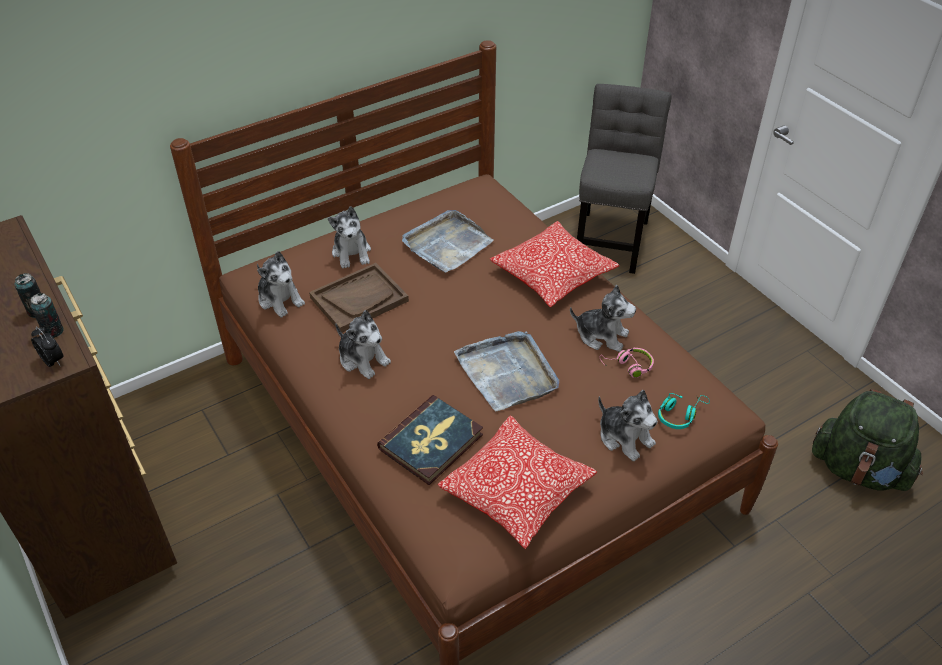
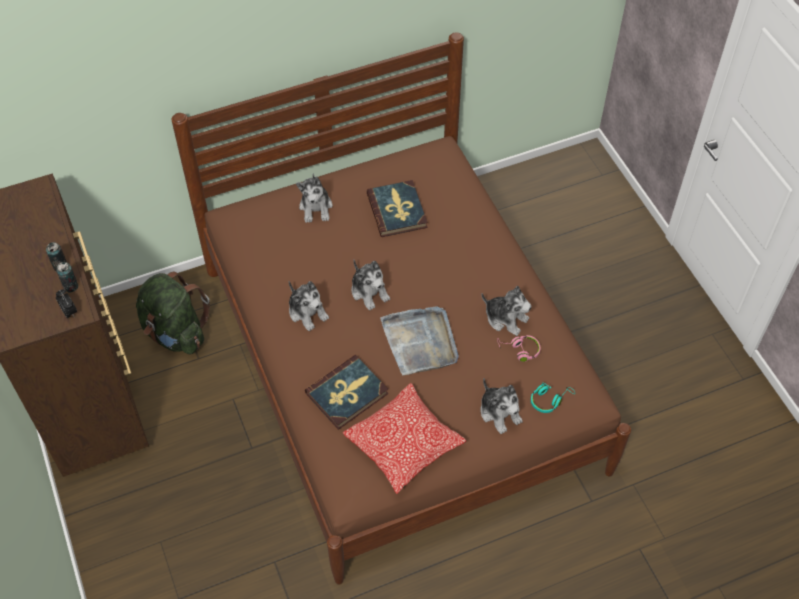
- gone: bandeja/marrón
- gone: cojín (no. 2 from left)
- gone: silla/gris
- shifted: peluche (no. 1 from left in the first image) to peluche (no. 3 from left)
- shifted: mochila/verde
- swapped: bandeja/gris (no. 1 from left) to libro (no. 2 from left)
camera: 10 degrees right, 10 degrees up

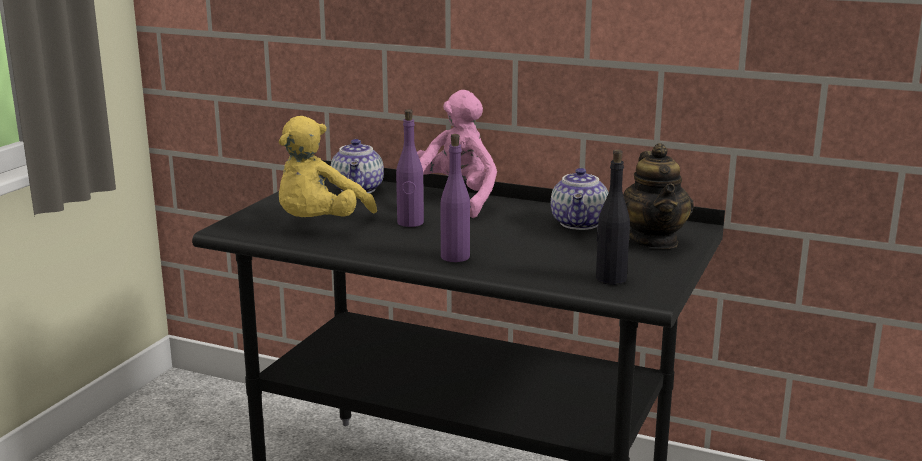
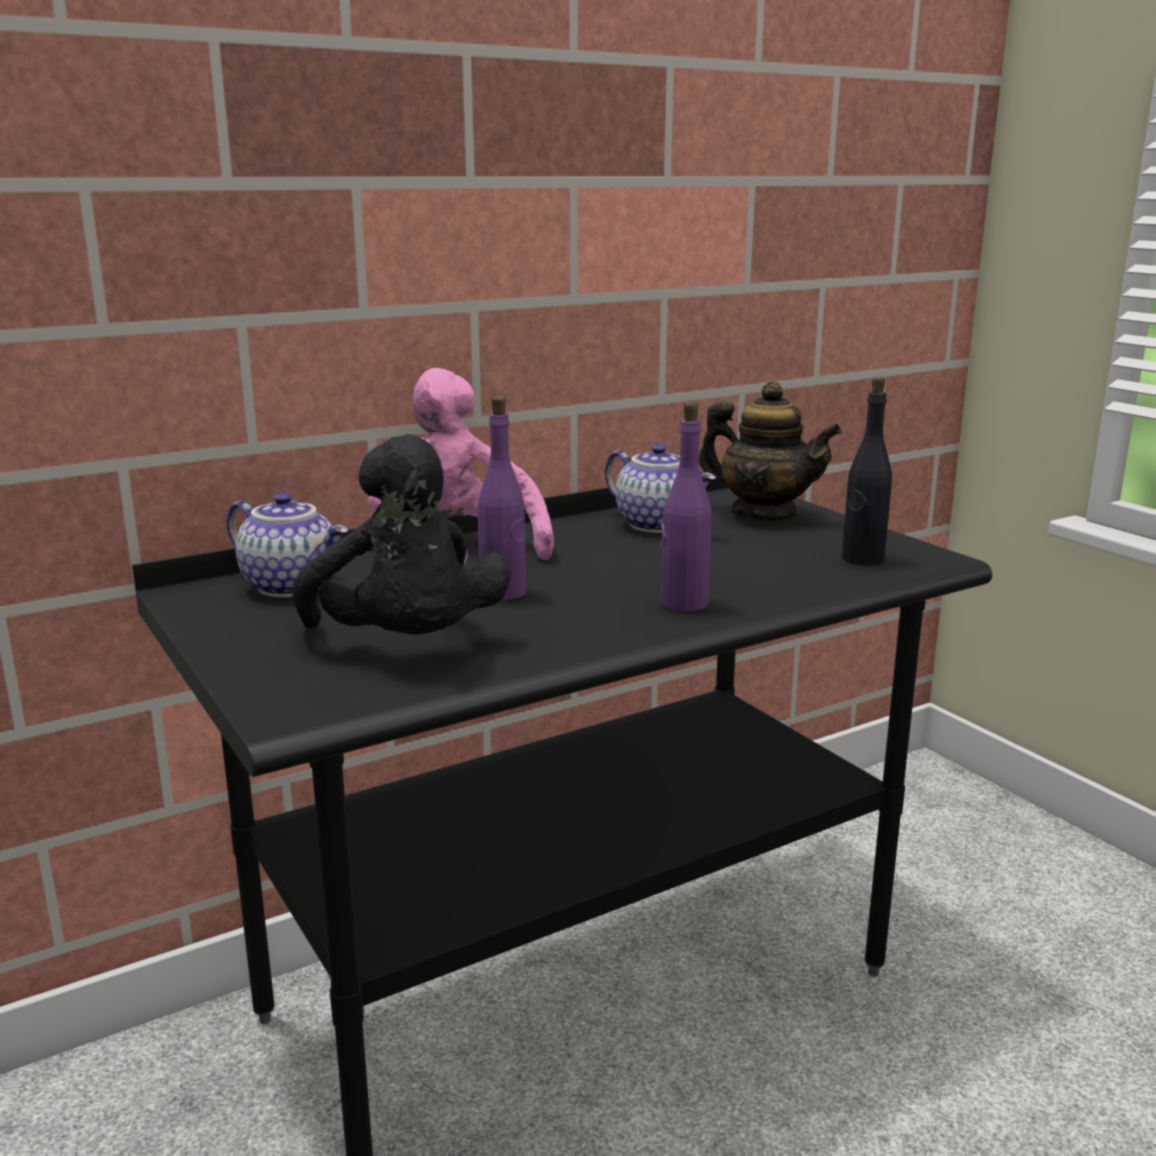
- repainted: peluche/amarillo to peluche/negro
camera: 55 degrees left, 0 degrees up

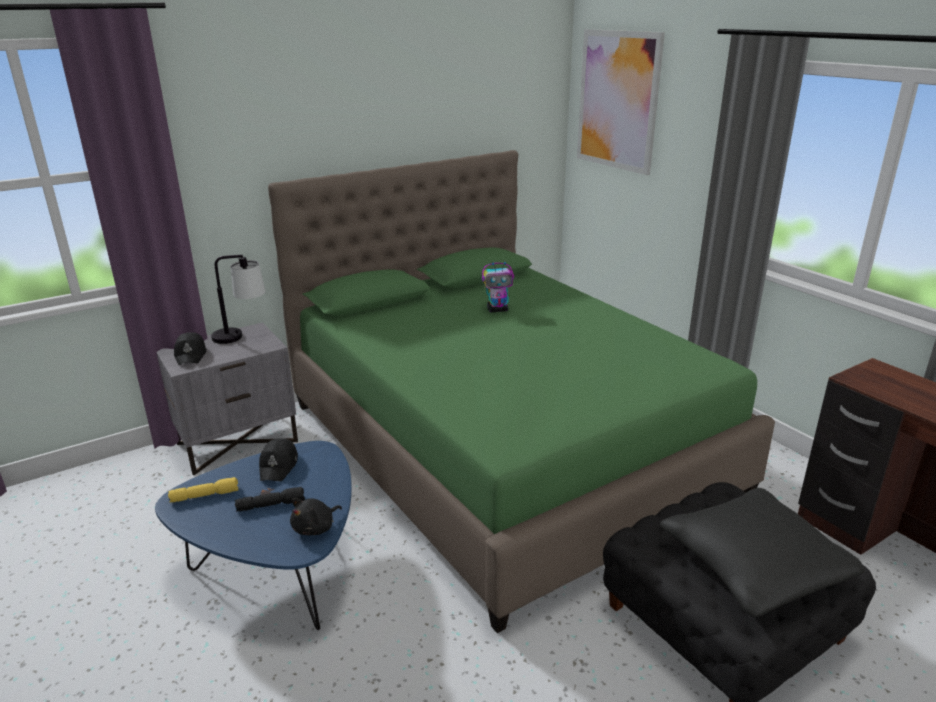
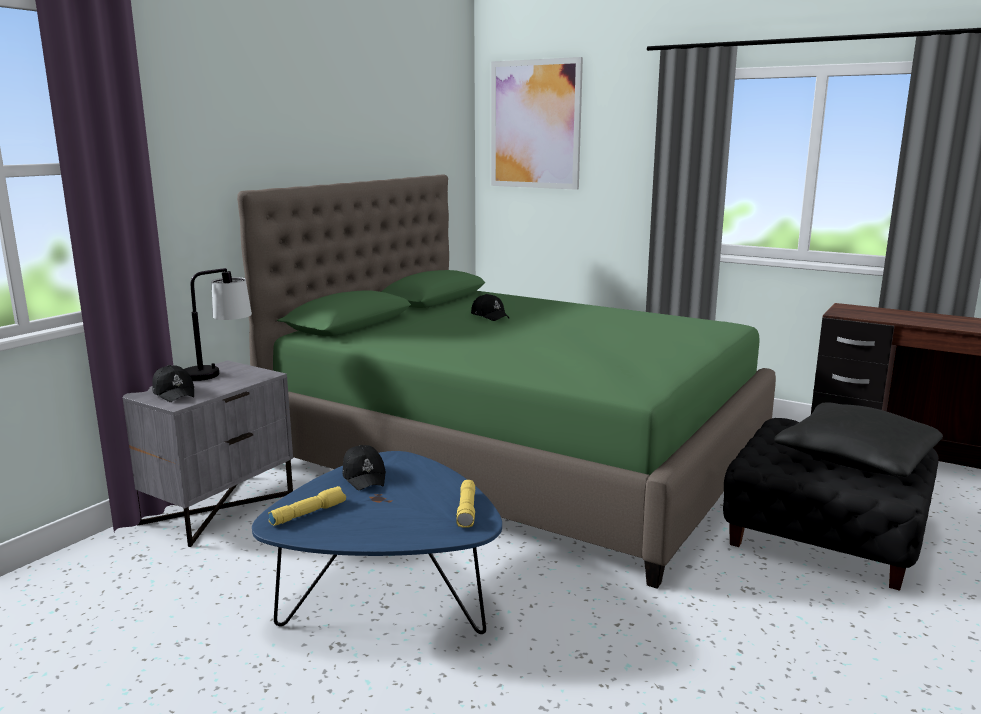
- gone: linterna/negro
- swapped: peluche/negro to linterna/amarillo (no. 2 from left)
- swapped: robot de juguete to gorra/negro (no. 3 from left)
camera: 25 degrees left, 10 degrees down

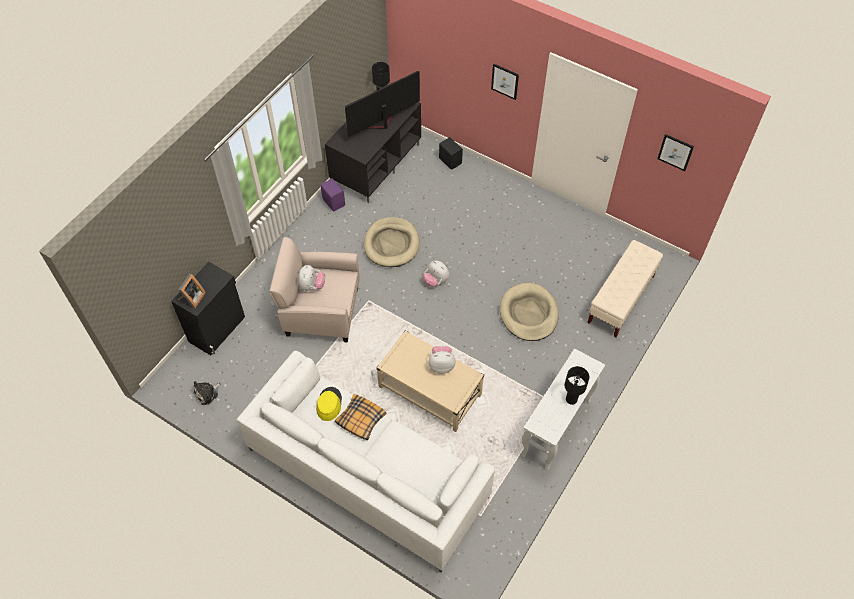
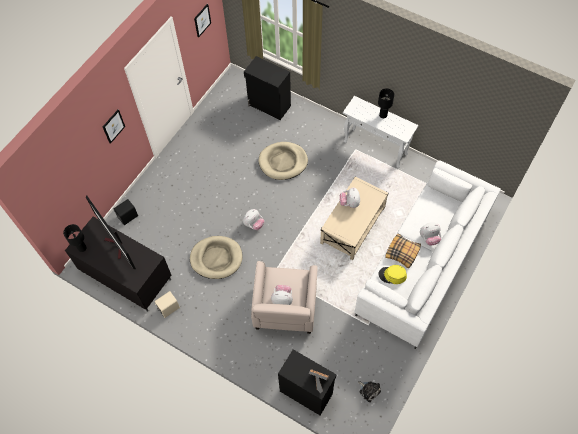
- new: peluche (no. 5 from left)
- swapped: banco/beis to armario/negro (no. 1 from left)
- repainted: altavoz/morado to altavoz/beis
camera: 90 degrees left, 5 degrees up

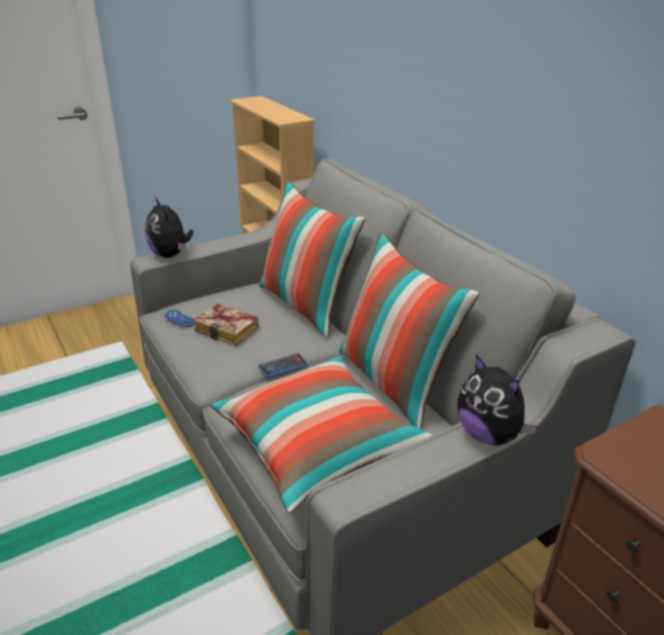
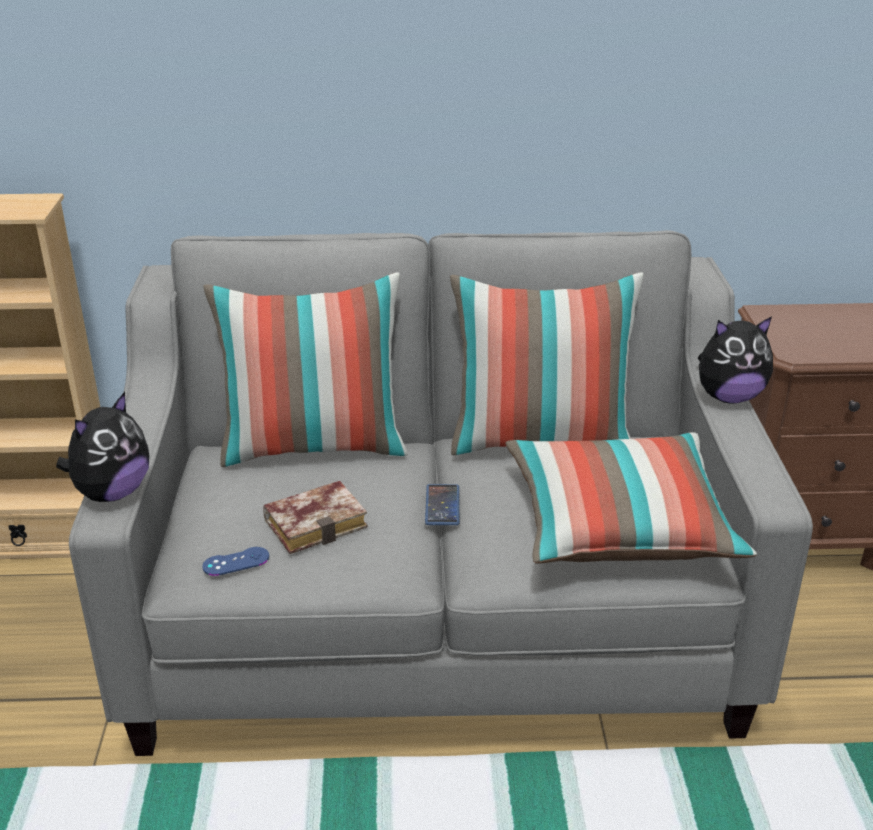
- rotated: peluche (no. 1 from left) 60 degrees counterclockwise
camera: 60 degrees left, 0 degrees up

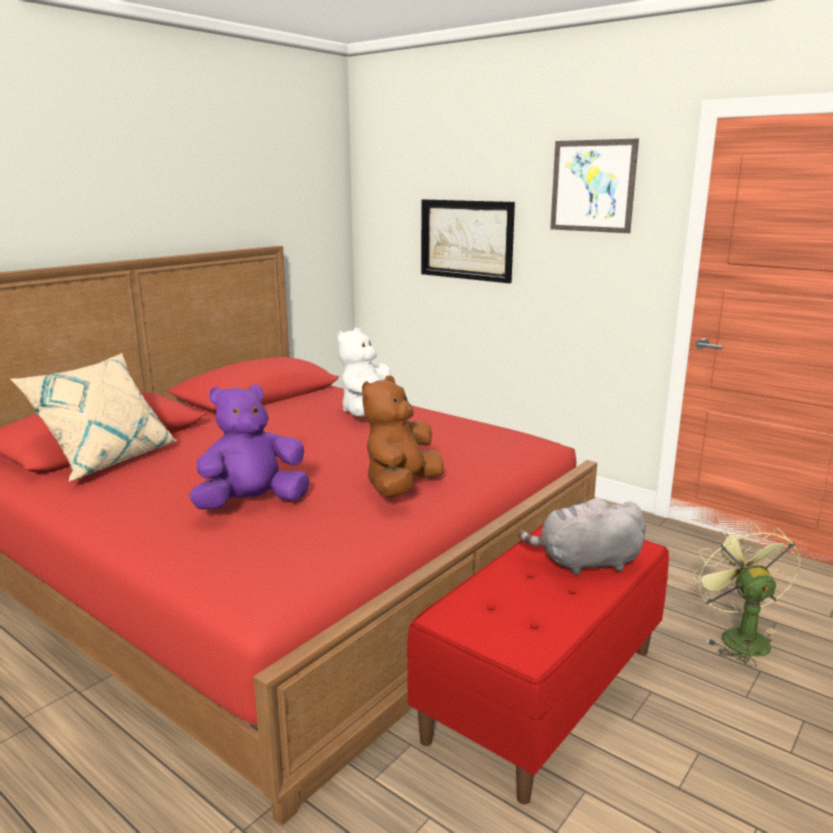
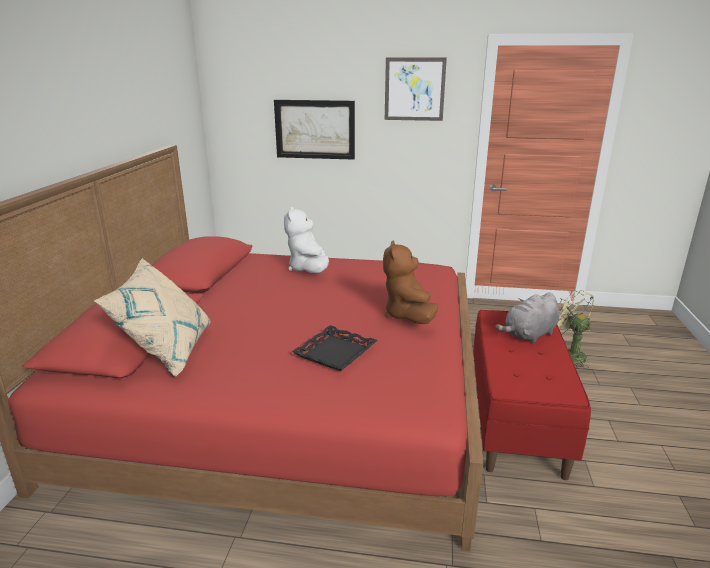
- swapped: peluche/morado to bandeja/negro
camera: 30 degrees left, 5 degrees up

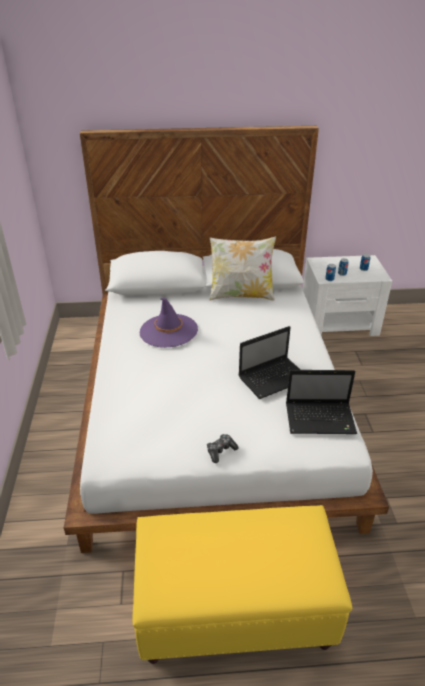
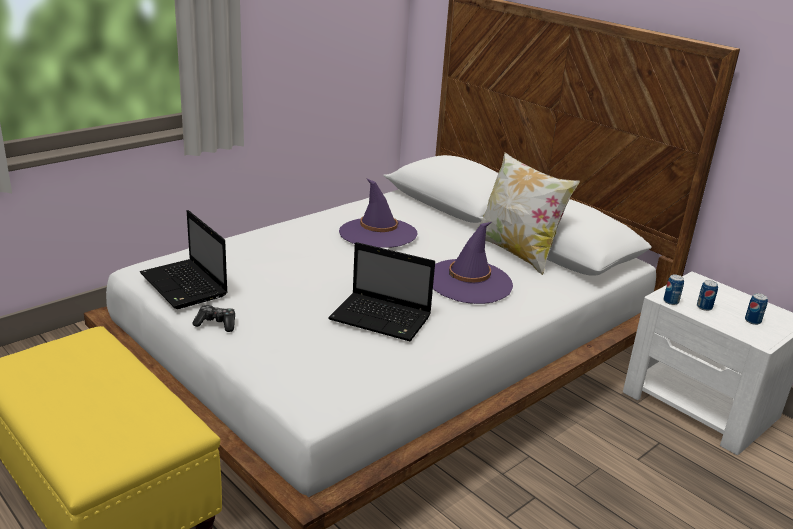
- new: sombrero/morado (no. 2 from left)
- shifted: portátil (no. 2 from left in the first image) to portátil (no. 1 from left)
camera: 50 degrees right, 10 degrees down

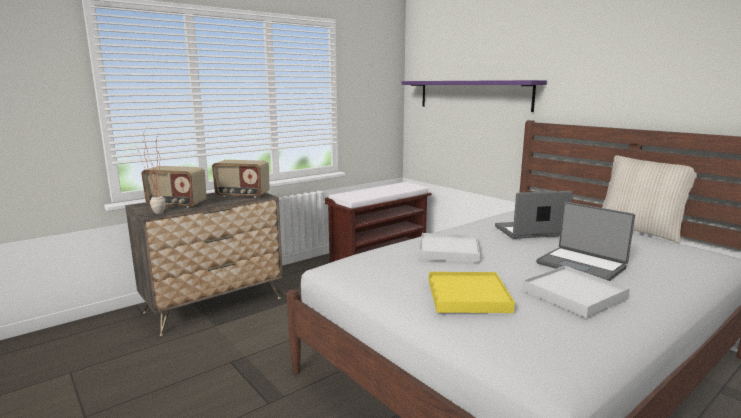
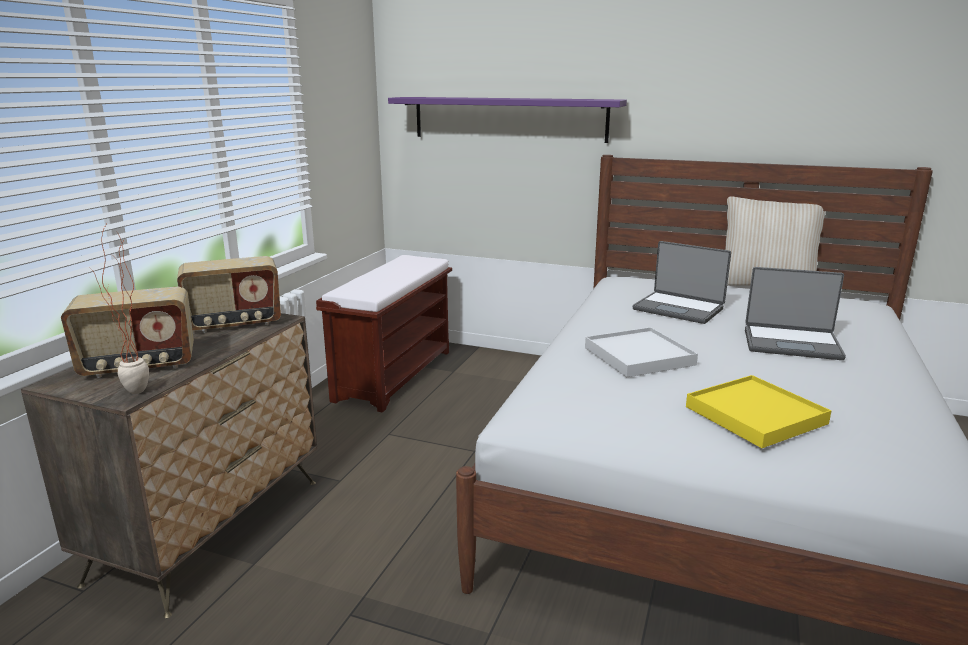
- gone: bandeja/blanco (no. 2 from left)
- rotated: portátil (no. 1 from left) 105 degrees counterclockwise
camera: 30 degrees left, 5 degrees up

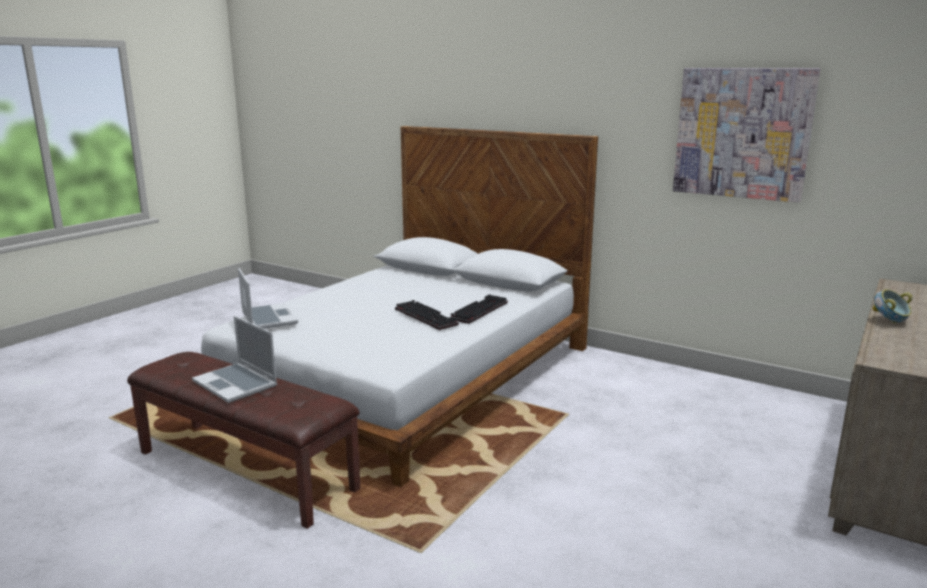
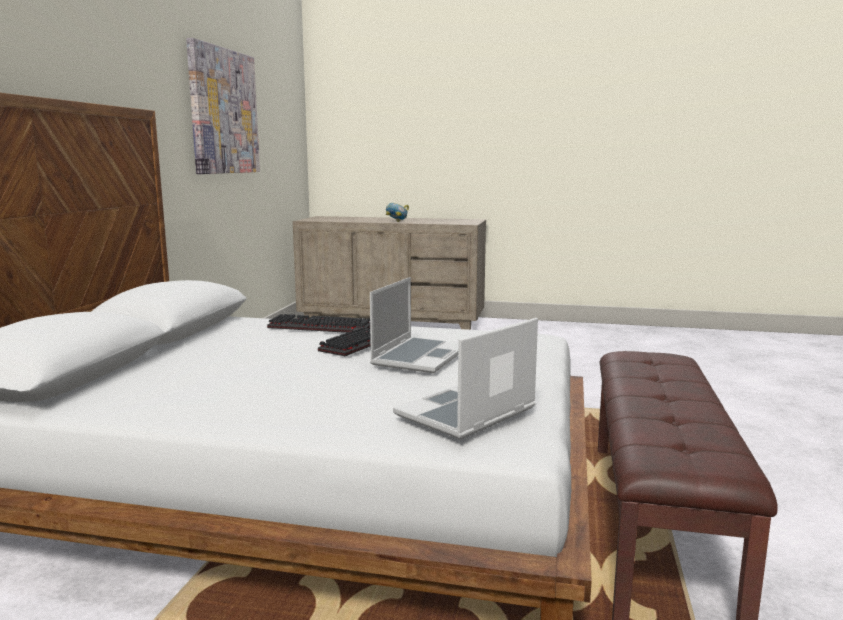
- shifted: portátil (no. 1 from left)
camera: 110 degrees left, 5 degrees down

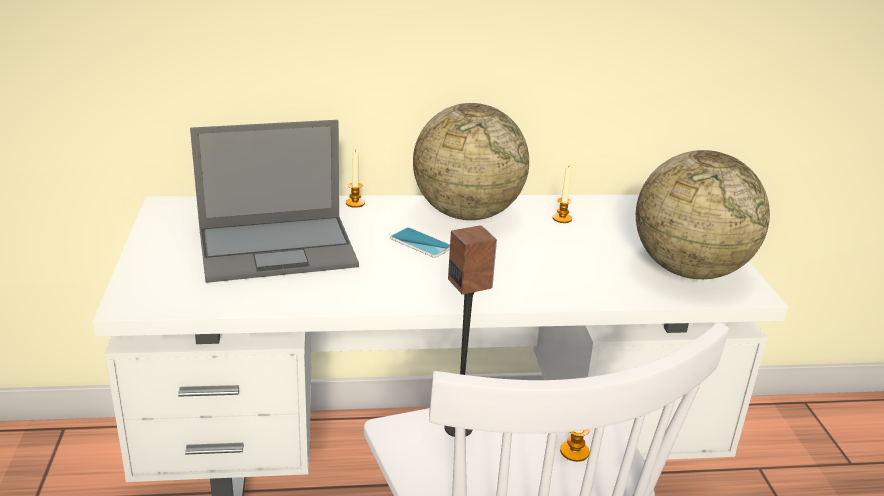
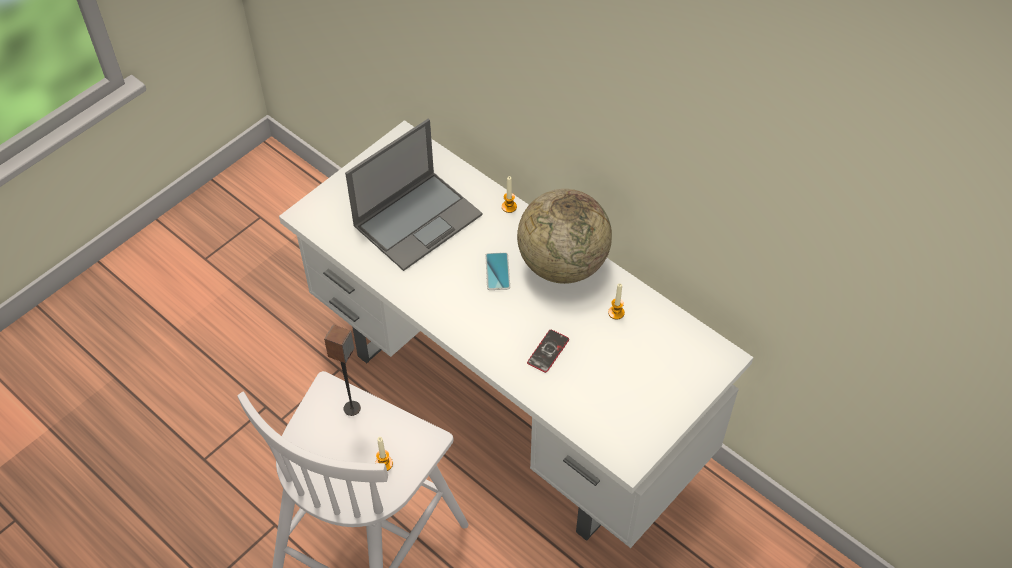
- gone: globo terráqueo (no. 2 from left)
- new: móvil (no. 2 from left)
- rotated: portátil 75 degrees counterclockwise
camera: 50 degrees right, 25 degrees up

